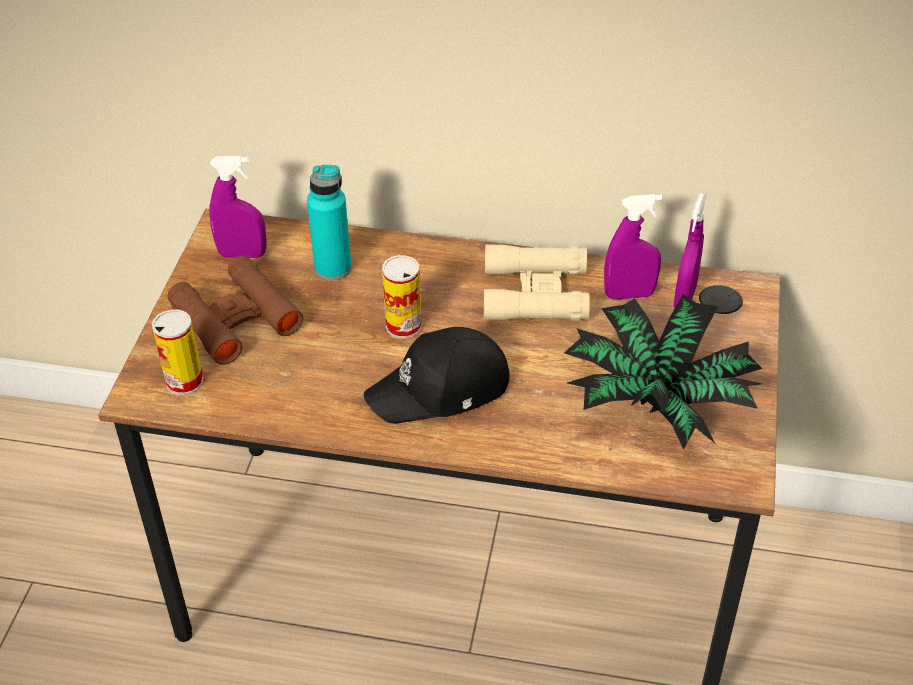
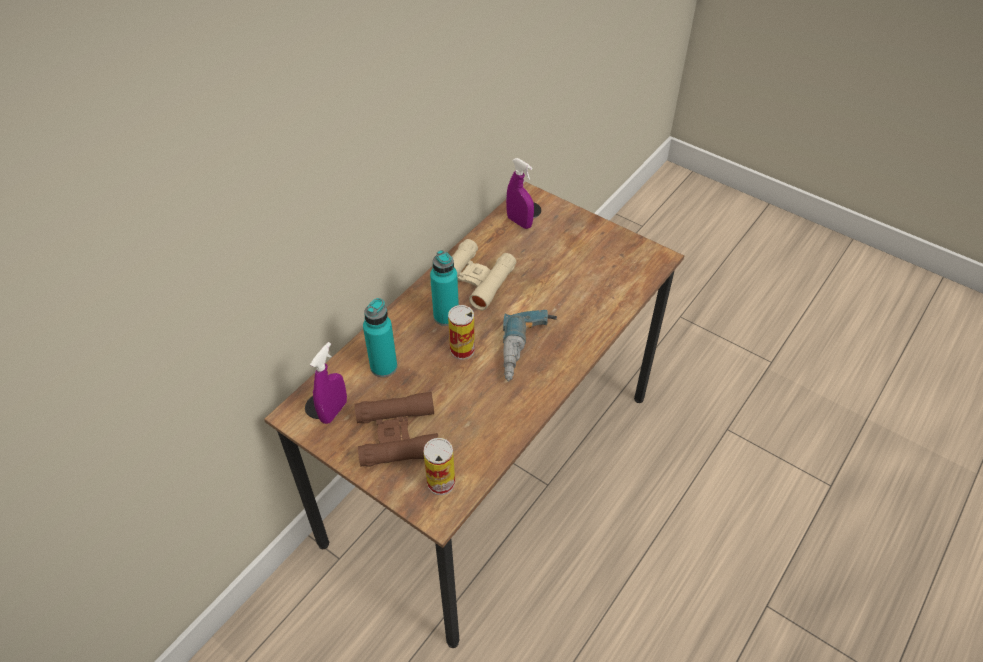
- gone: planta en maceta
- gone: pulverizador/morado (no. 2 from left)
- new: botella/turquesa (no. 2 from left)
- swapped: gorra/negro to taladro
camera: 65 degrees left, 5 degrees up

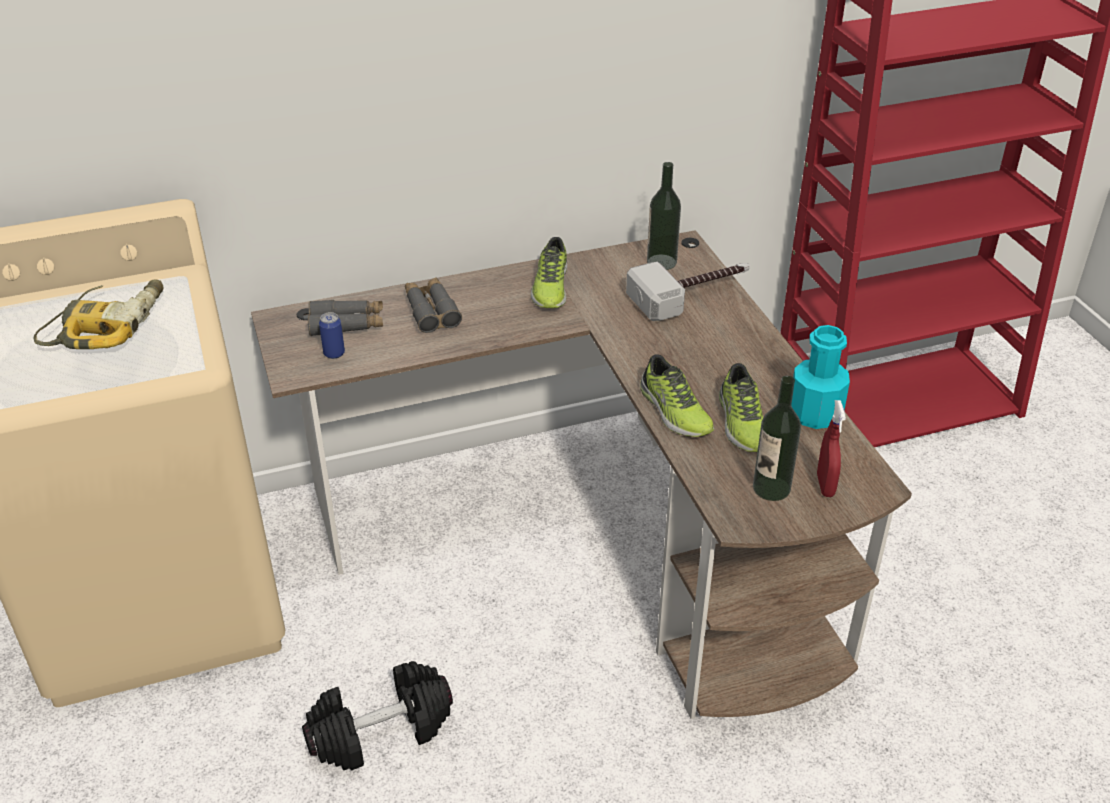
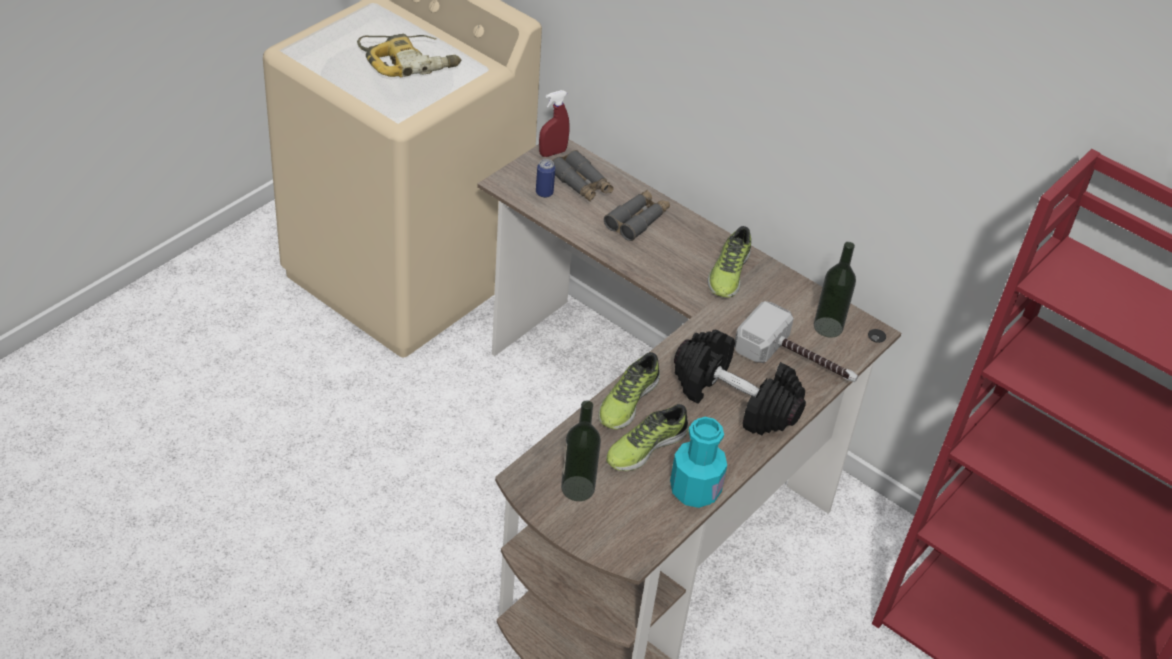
- shifted: mancuerna/negro
- shifted: pulverizador/rojo
- rotated: zapato (no. 1 from left in the first image) 45 degrees counterclockwise
camera: 55 degrees right, 5 degrees up

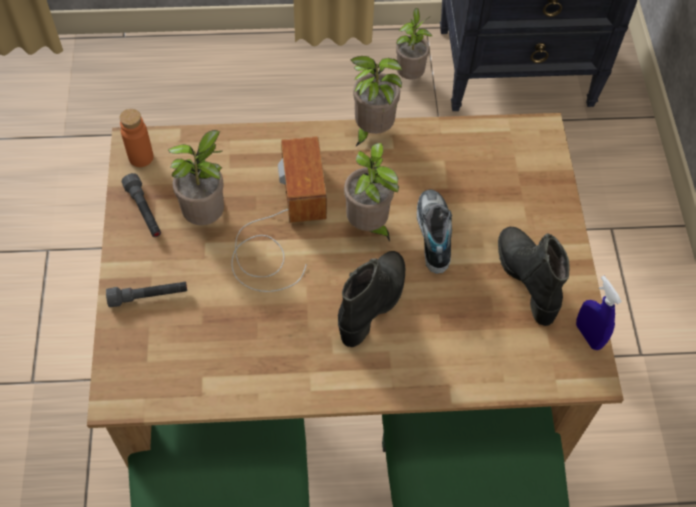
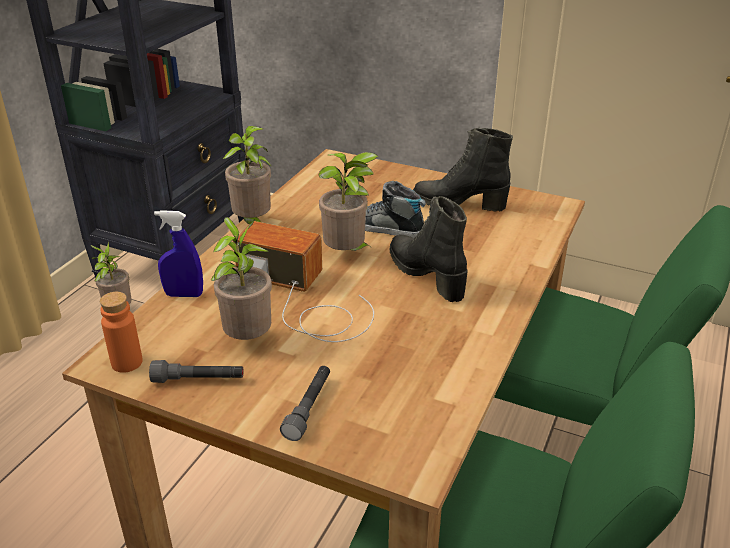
- shifted: pulverizador/azul
camera: 60 degrees left, 25 degrees down

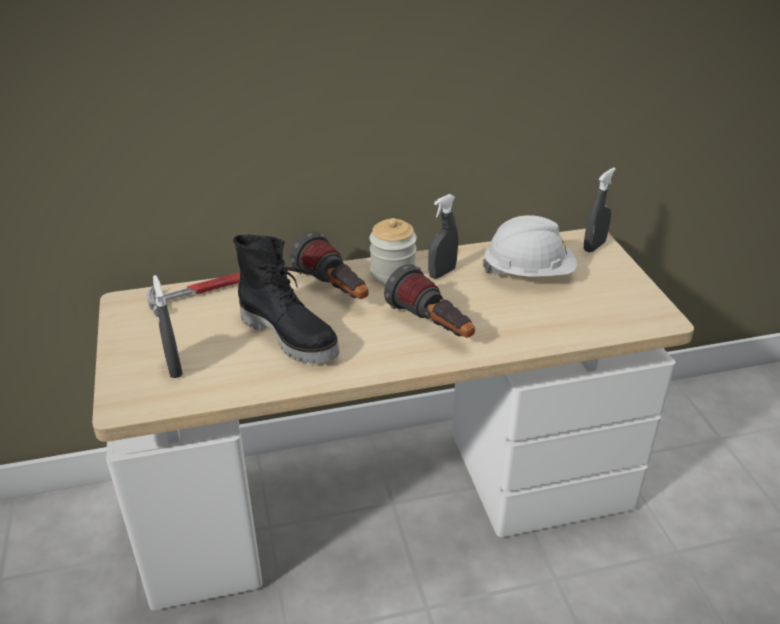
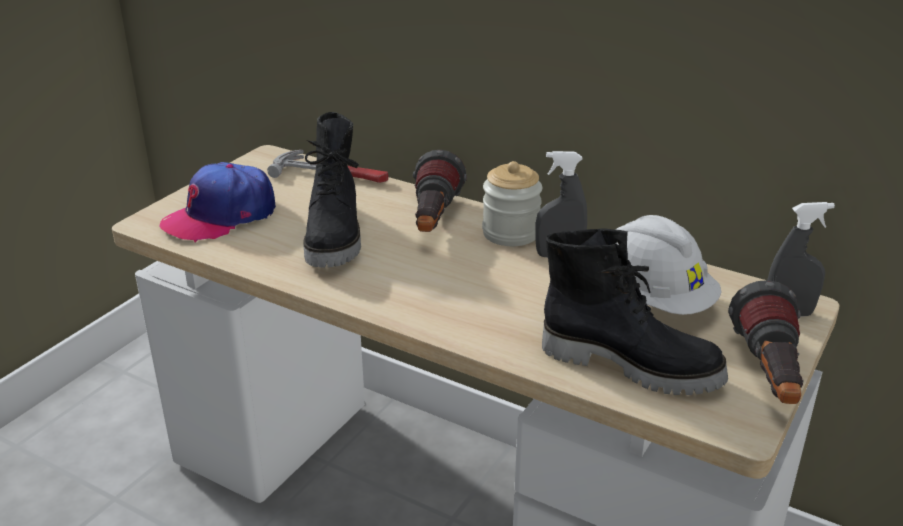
- new: bota/negro (no. 2 from left)
- shifted: linterna (no. 2 from left)
- swapped: pulverizador/gris (no. 1 from left) to gorra
camera: 45 degrees right, 5 degrees down

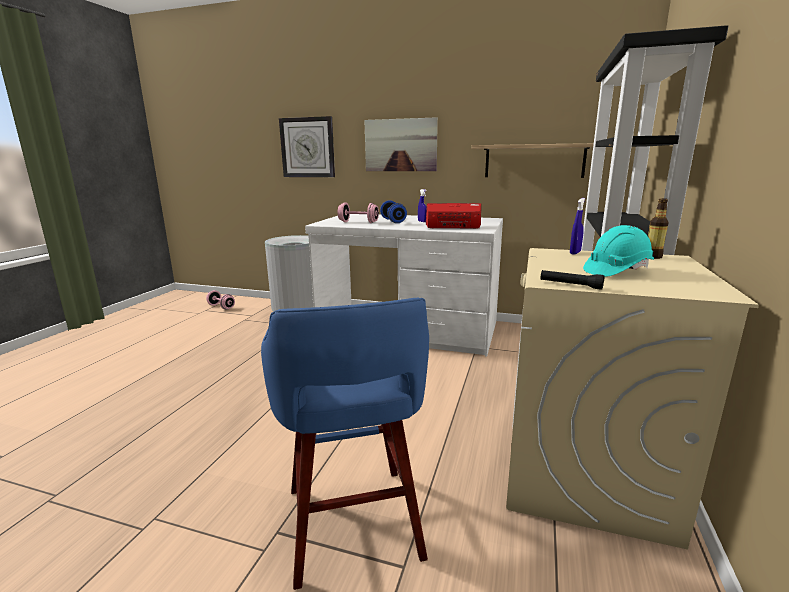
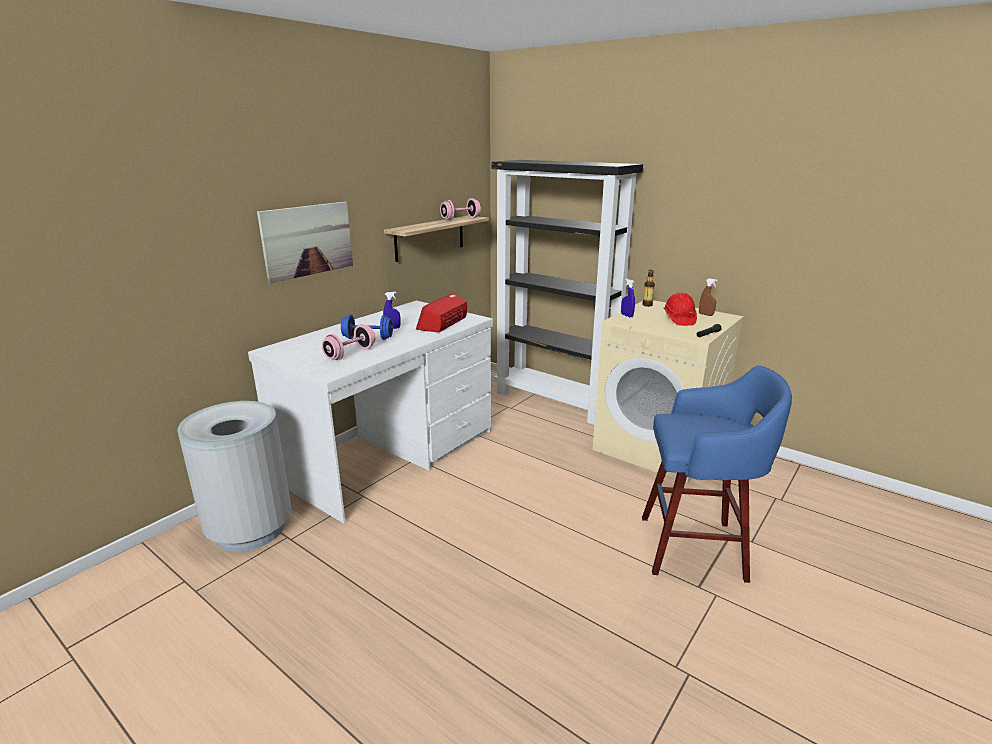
- gone: reloj de pared
- new: pulverizador/marrón
- shifted: mancuerna/rosa (no. 1 from left in the first image) to mancuerna/rosa (no. 2 from left)
- repainted: casco/turquesa to casco/rojo
camera: 70 degrees left, 5 degrees up

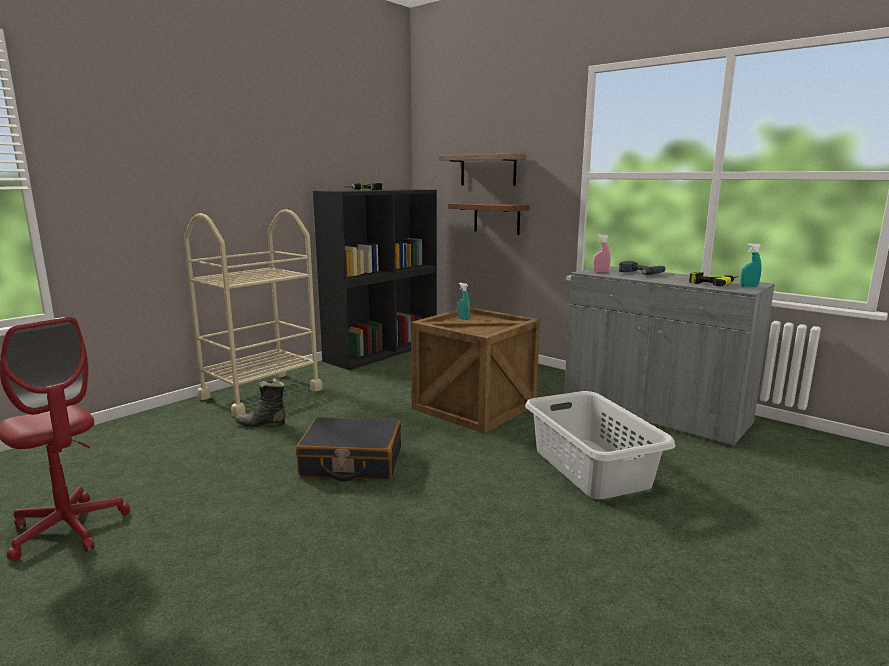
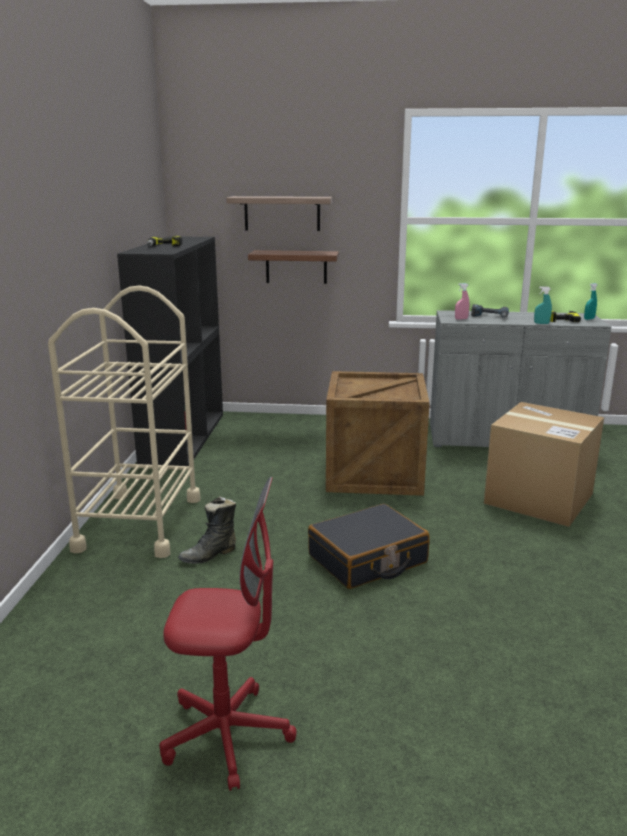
- shifted: pulverizador/turquesa (no. 1 from left)
- swapped: cesto de la ropa/gris to caja de cartón
camera: 35 degrees left, 5 degrees up

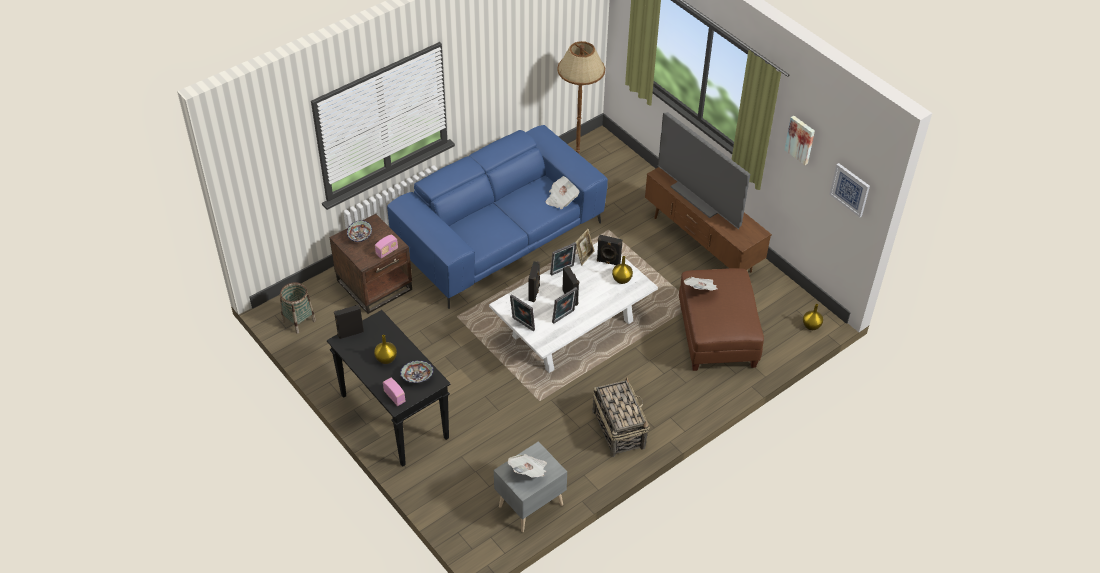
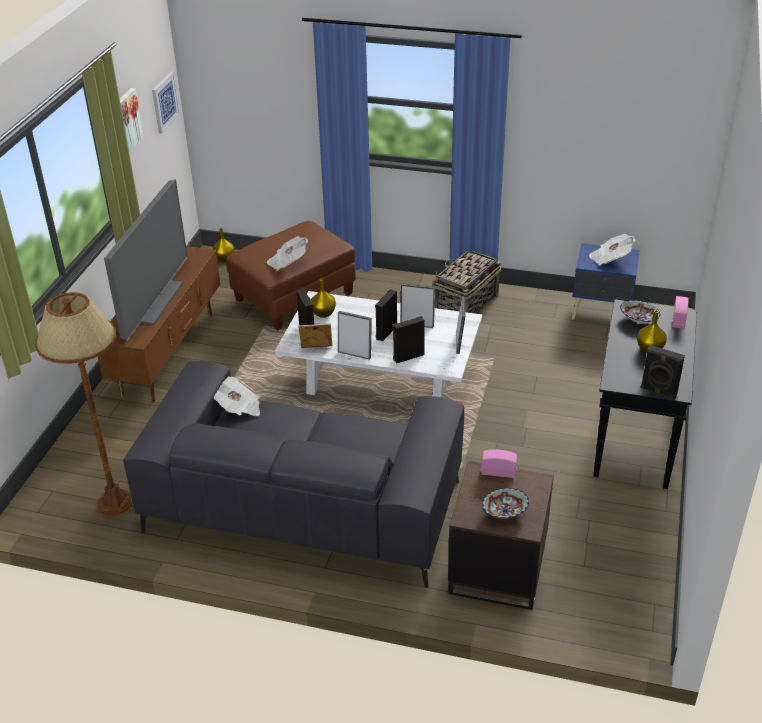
- gone: cesta (no. 1 from left)
- repainted: sofá/azul to sofá/gris
- repainted: mesita de noche/gris to mesita de noche/azul
camera: 125 degrees left, 10 degrees down

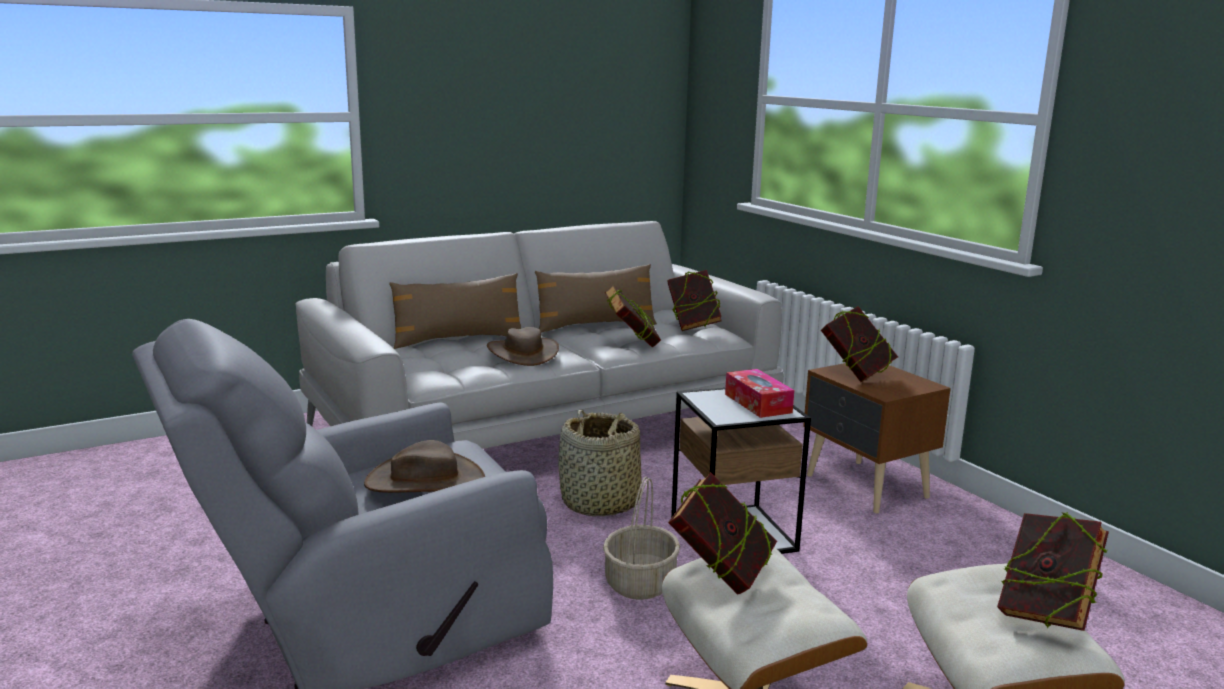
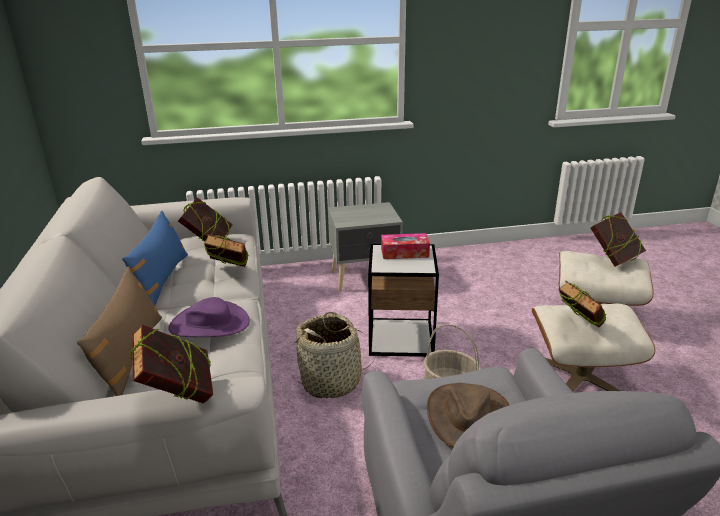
- shifted: libro (no. 4 from left in the first image) to libro (no. 1 from left)
- repainted: sombrero/marrón (no. 2 from left) to sombrero/morado
- repainted: cojín/marrón (no. 2 from left) to cojín/azul
- repainted: mesita de noche/marrón to mesita de noche/gris
camera: 70 degrees left, 10 degrees up

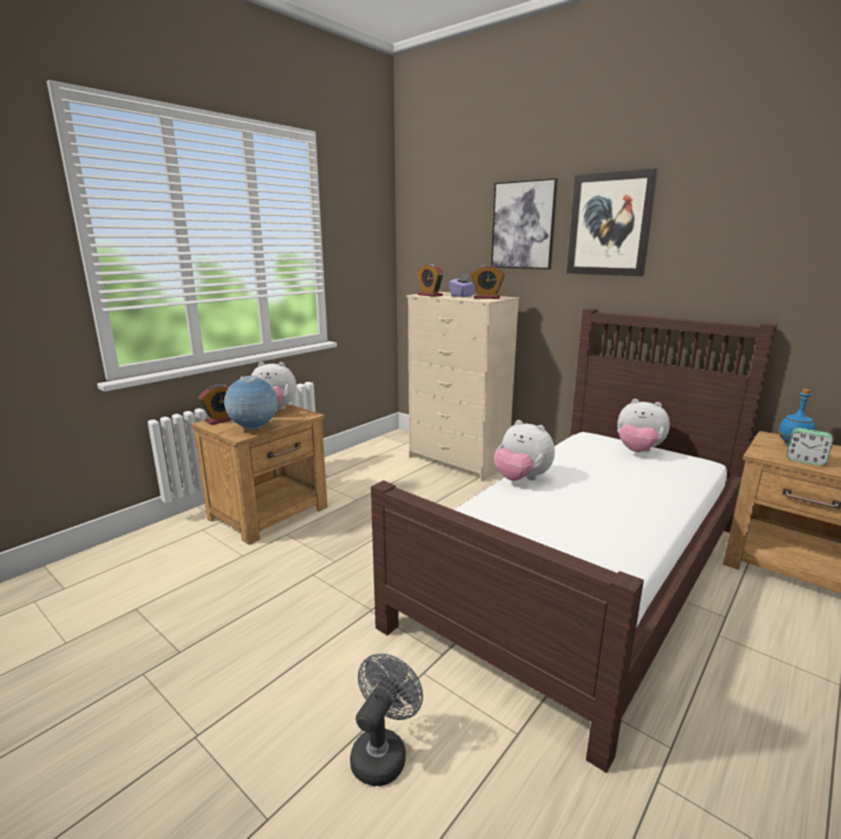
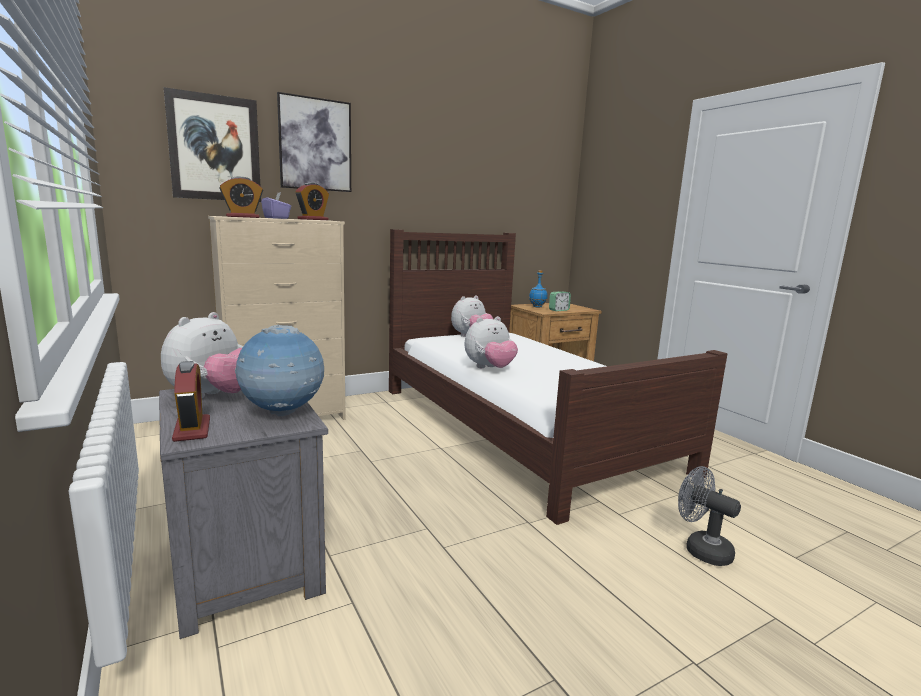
- shifted: cuadro (no. 2 from left in the first image) to cuadro (no. 1 from left)
- repainted: mesita de noche/marrón (no. 1 from left) to mesita de noche/gris
camera: 70 degrees left, 5 degrees down

